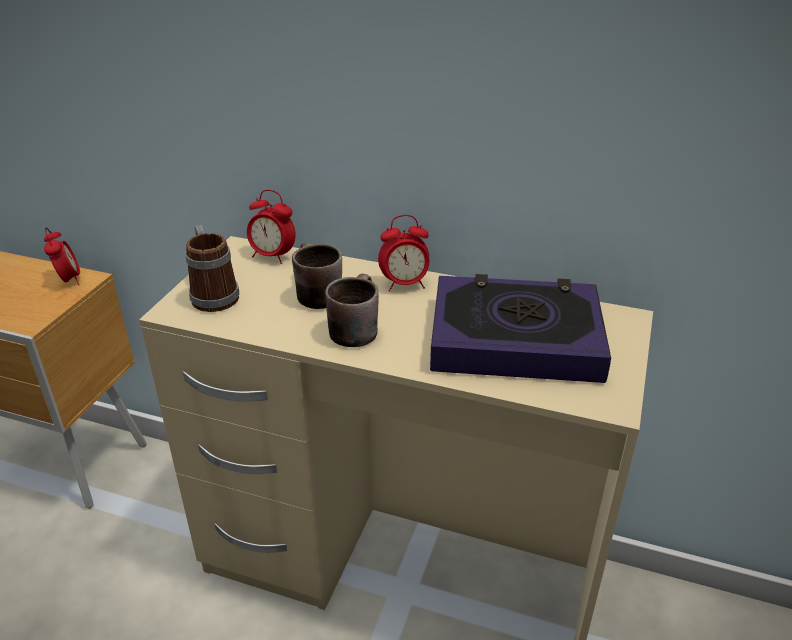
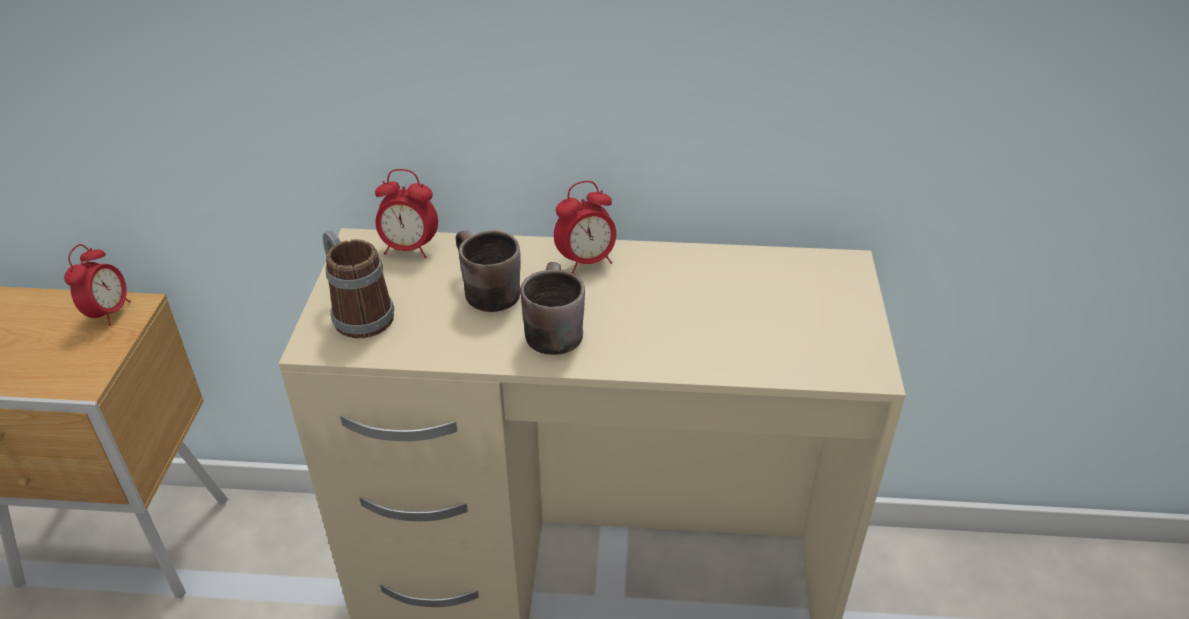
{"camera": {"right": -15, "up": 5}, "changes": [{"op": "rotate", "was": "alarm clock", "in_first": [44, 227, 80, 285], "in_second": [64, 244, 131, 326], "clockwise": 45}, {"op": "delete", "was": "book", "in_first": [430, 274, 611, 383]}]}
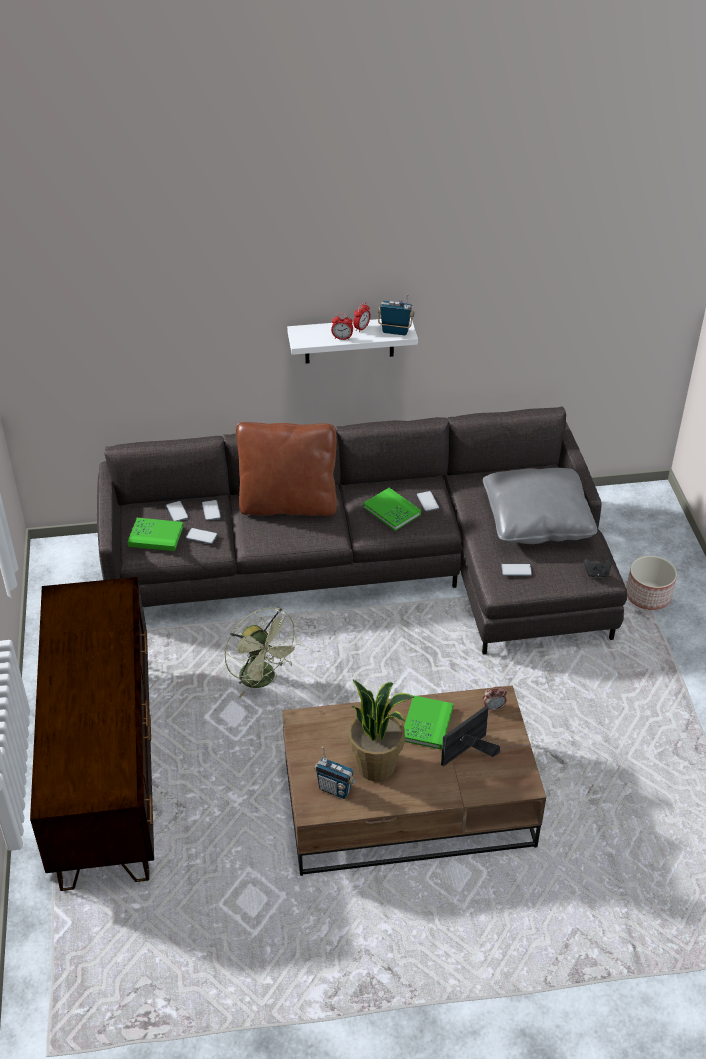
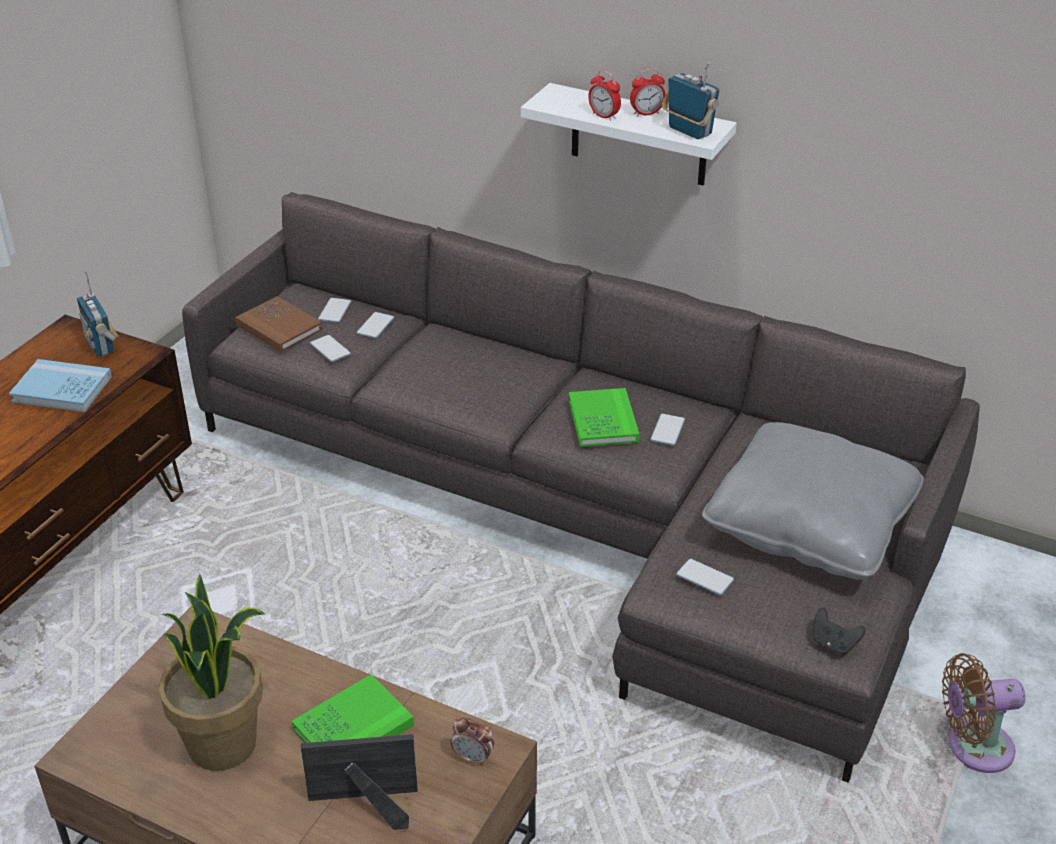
{"camera": {"right": 35, "up": -5}, "changes": [{"op": "insert", "now": "blue book", "in_second": [9, 359, 112, 412]}, {"op": "move", "was": "radio", "in_first": [314, 747, 356, 799], "in_second": [77, 272, 118, 357]}, {"op": "recolor", "was": "green book", "now": "brown book", "in_first": [128, 518, 184, 551], "in_second": [235, 296, 323, 352]}, {"op": "replace", "was": "planter", "now": "brown fan", "in_first": [626, 555, 677, 610], "in_second": [942, 653, 1026, 773]}, {"op": "delete", "was": "green fan", "in_first": [224, 607, 302, 698]}, {"op": "delete", "was": "brown pillow", "in_first": [236, 422, 337, 516]}]}
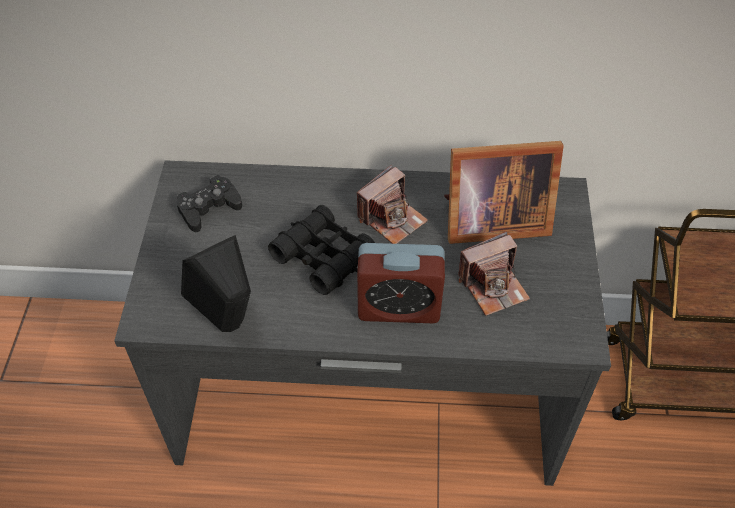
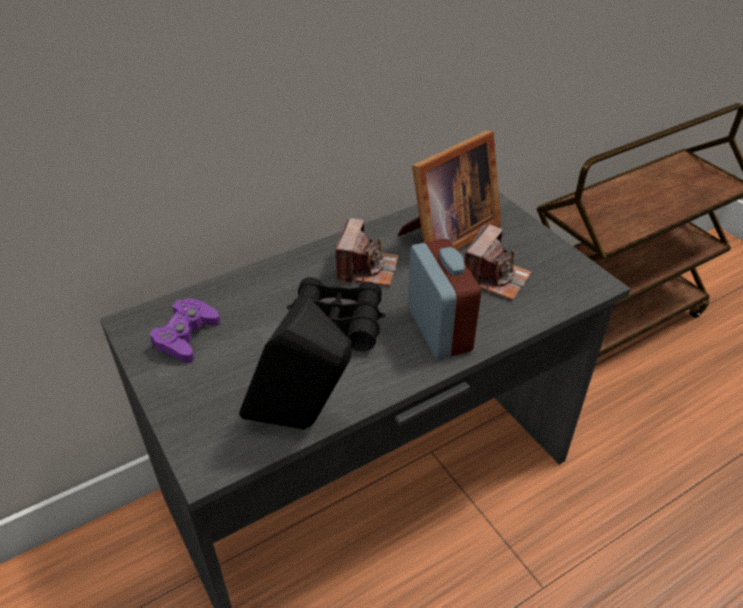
{"camera": {"right": -35, "up": -10}, "changes": [{"op": "recolor", "was": "black game controller", "now": "purple game controller", "in_first": [176, 175, 242, 232], "in_second": [150, 299, 220, 363]}, {"op": "rotate", "was": "alarm clock", "in_first": [357, 243, 445, 323], "in_second": [408, 239, 481, 359], "clockwise": -75}]}
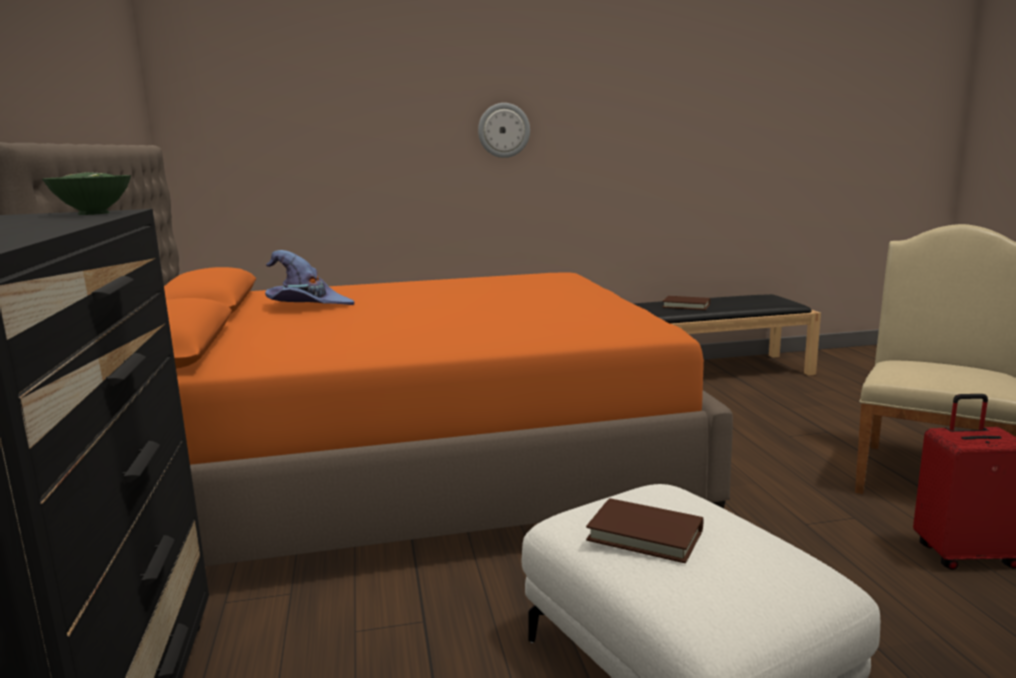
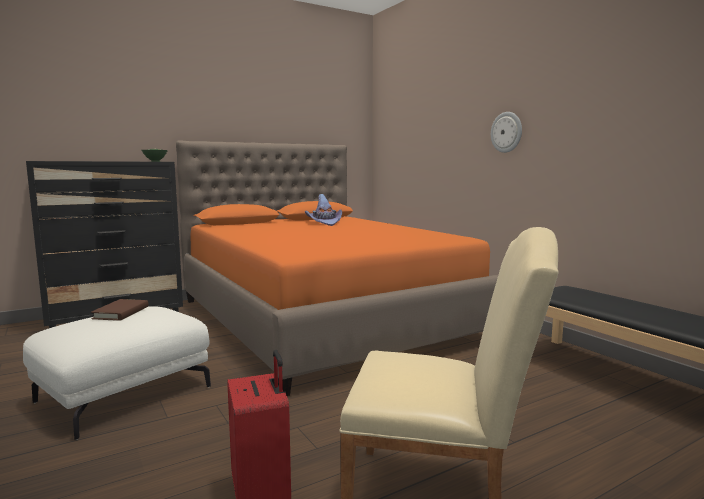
{"camera": {"right": 70, "up": -5}, "changes": [{"op": "delete", "was": "brown book", "in_first": [662, 296, 710, 310]}]}
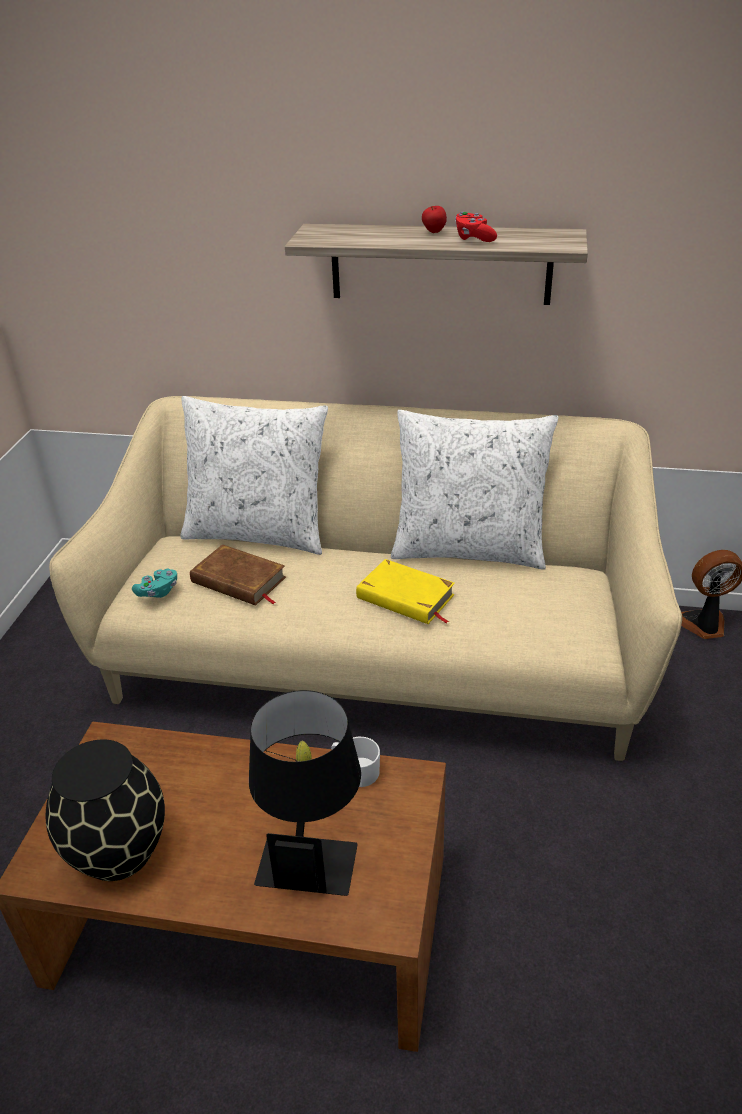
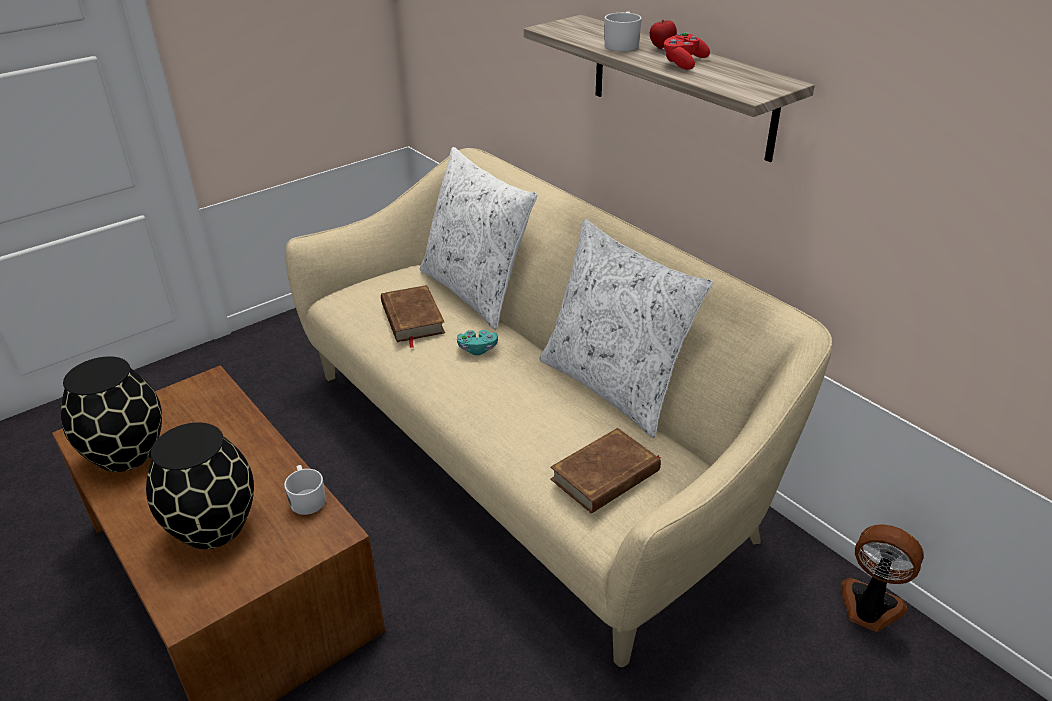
{"camera": {"right": 40, "up": 0}, "changes": [{"op": "replace", "was": "black table lamp", "now": "black vase", "in_first": [249, 690, 361, 896], "in_second": [146, 423, 254, 549]}, {"op": "move", "was": "turquoise game controller", "in_first": [132, 569, 177, 598], "in_second": [457, 330, 498, 355]}, {"op": "insert", "now": "brown book", "in_second": [551, 428, 662, 514]}, {"op": "insert", "now": "white mug", "in_second": [604, 11, 642, 51]}, {"op": "delete", "was": "yellow book", "in_first": [356, 559, 455, 624]}]}
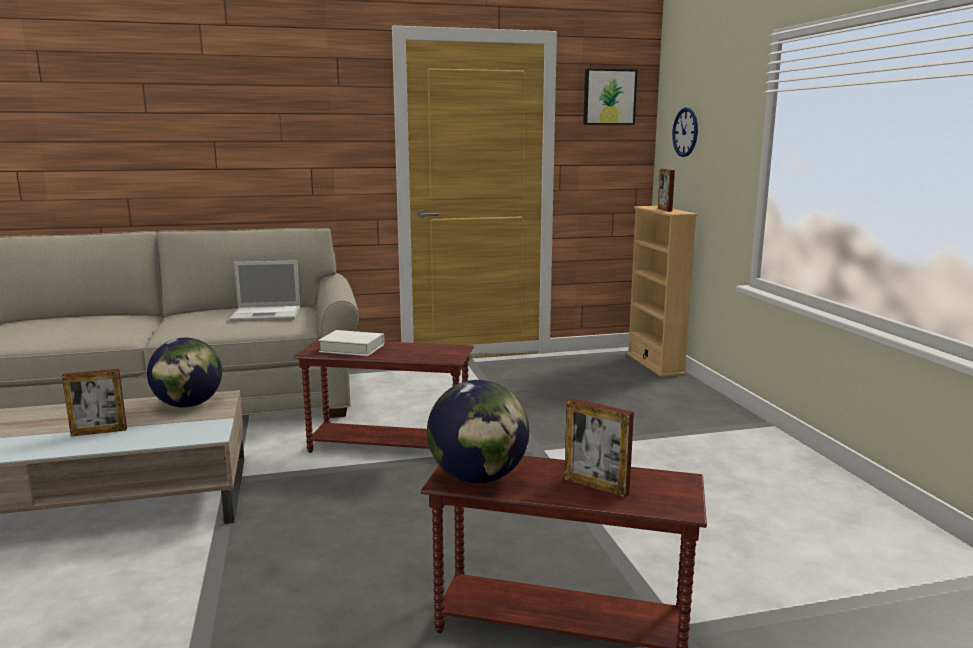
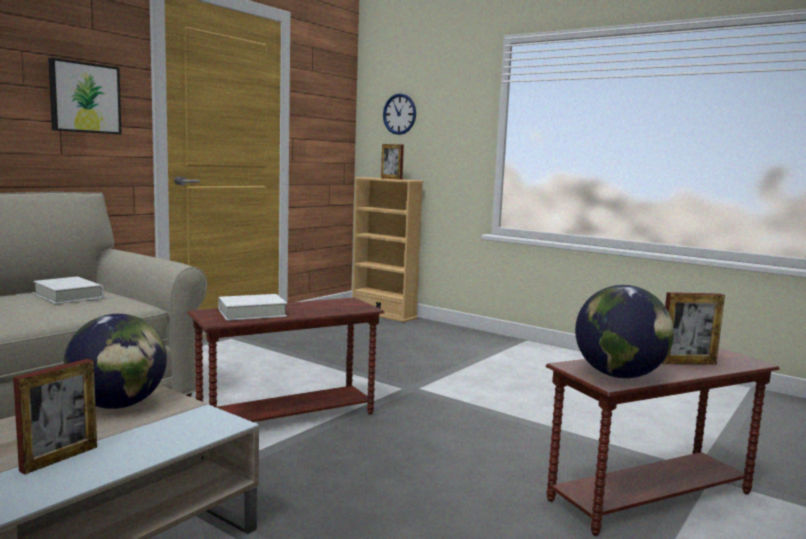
{"camera": {"right": -40, "up": -5}, "changes": [{"op": "replace", "was": "laptop", "now": "white book", "in_first": [229, 260, 300, 321], "in_second": [33, 277, 104, 304]}, {"op": "move", "was": "picture", "in_first": [583, 68, 637, 125], "in_second": [48, 58, 122, 134]}]}
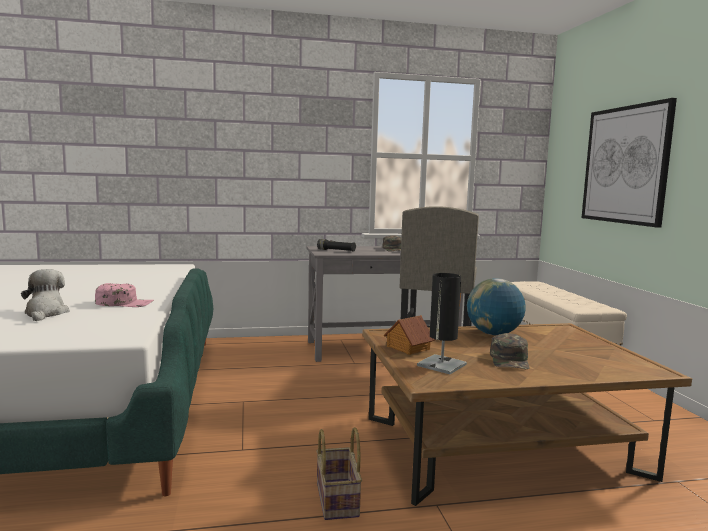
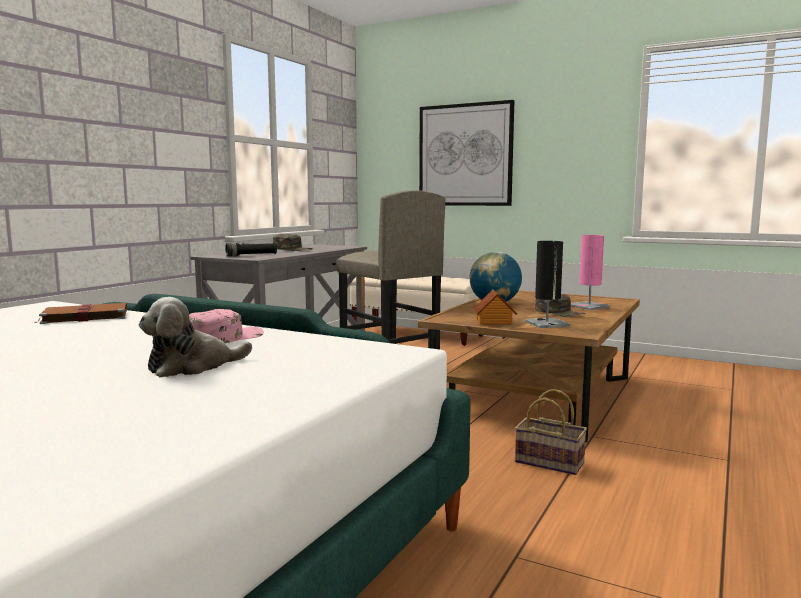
{"camera": {"right": -50, "up": 0}, "changes": [{"op": "insert", "now": "brown book", "in_second": [34, 303, 127, 324]}, {"op": "rotate", "was": "plush toy", "in_first": [21, 269, 69, 321], "in_second": [139, 297, 252, 378], "clockwise": -60}, {"op": "insert", "now": "pink table lamp", "in_second": [571, 235, 610, 310]}]}
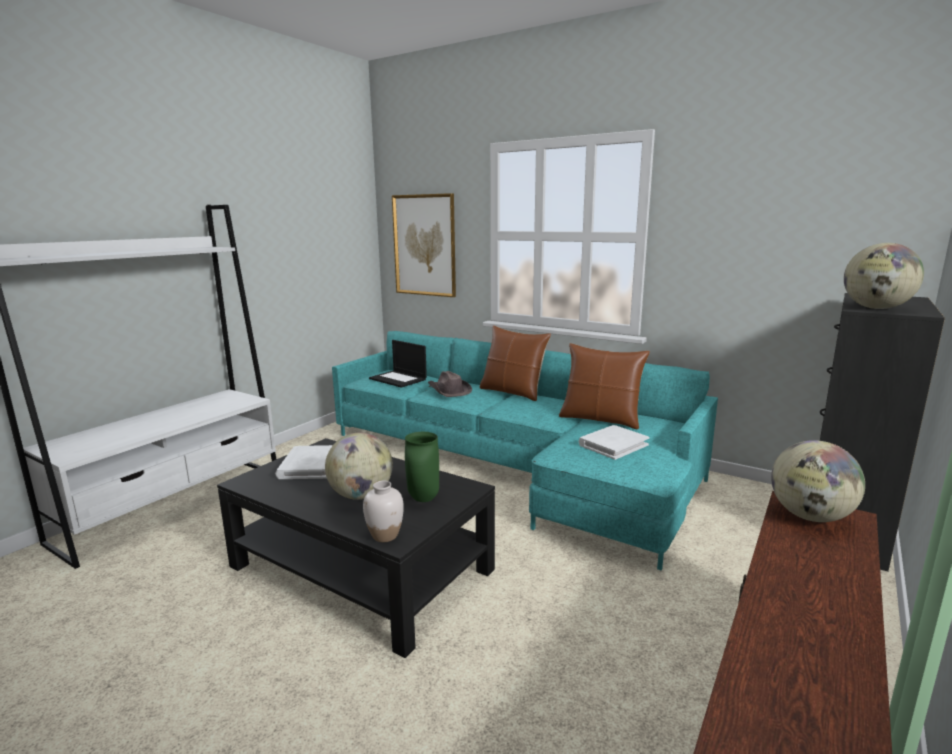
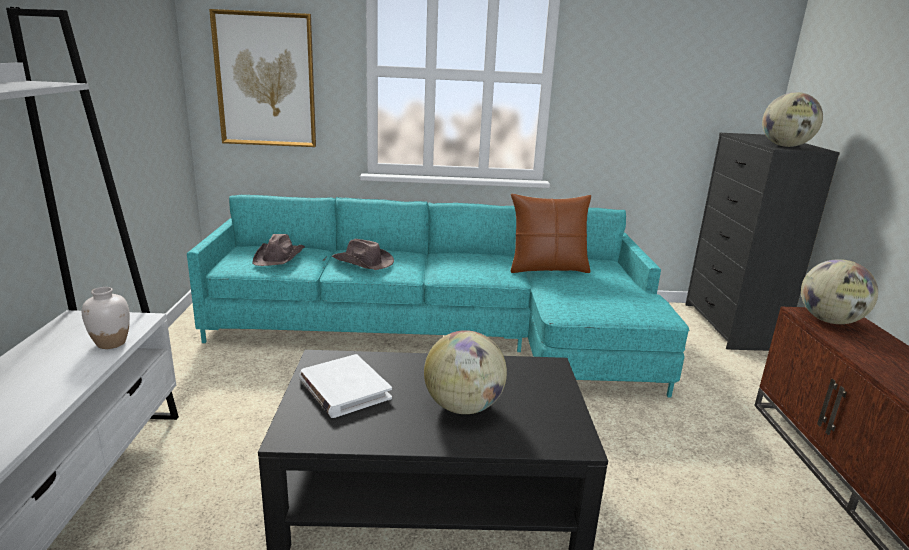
{"camera": {"right": -35, "up": 5}, "changes": [{"op": "move", "was": "white vase", "in_first": [363, 481, 404, 542], "in_second": [82, 287, 130, 349]}, {"op": "replace", "was": "laptop", "now": "brown hat", "in_first": [369, 340, 427, 388], "in_second": [252, 234, 305, 266]}, {"op": "delete", "was": "green vase", "in_first": [405, 432, 439, 502]}, {"op": "delete", "was": "brown pillow", "in_first": [480, 325, 551, 401]}, {"op": "delete", "was": "white book", "in_first": [579, 425, 649, 460]}]}
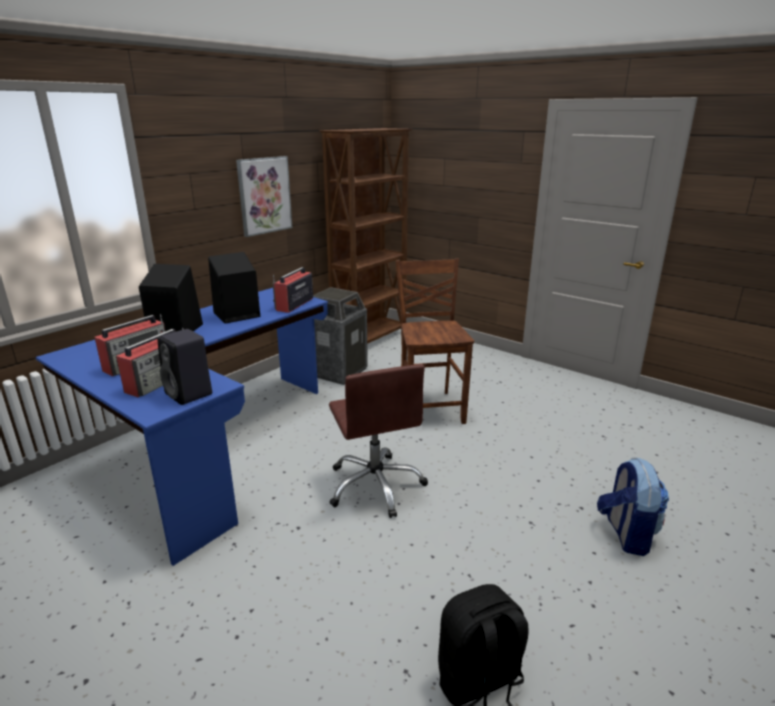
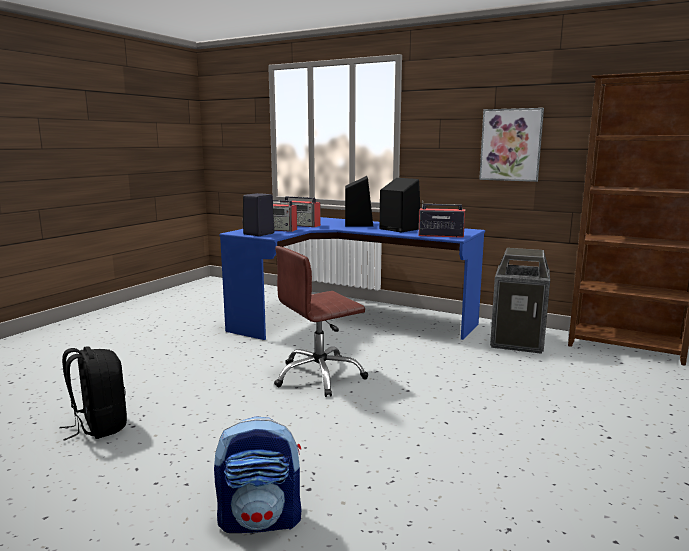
{"camera": {"right": 80, "up": -10}, "changes": [{"op": "delete", "was": "brown chair", "in_first": [396, 258, 474, 424]}]}
